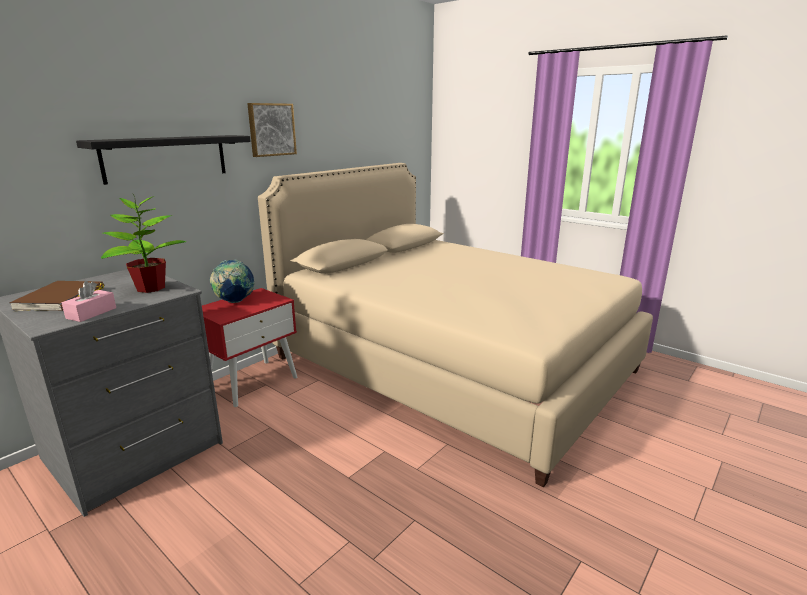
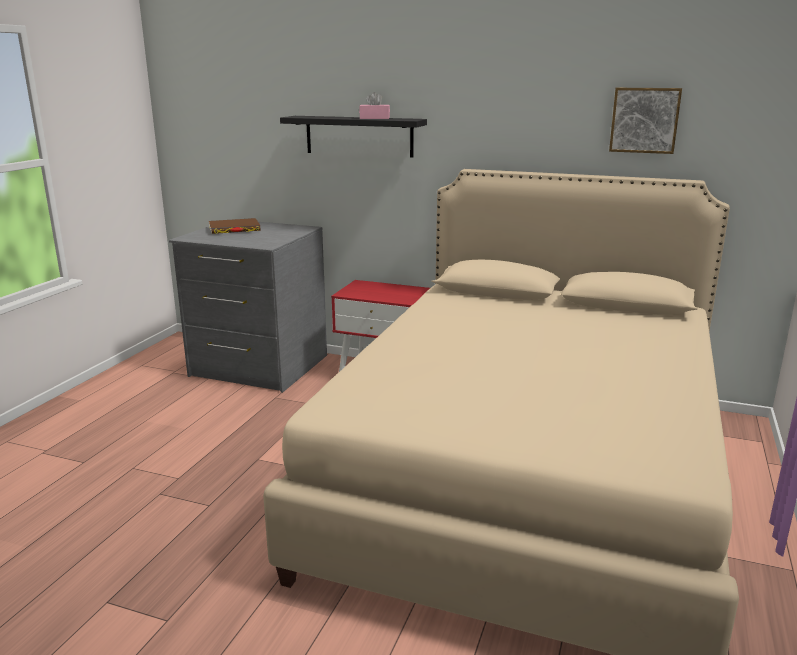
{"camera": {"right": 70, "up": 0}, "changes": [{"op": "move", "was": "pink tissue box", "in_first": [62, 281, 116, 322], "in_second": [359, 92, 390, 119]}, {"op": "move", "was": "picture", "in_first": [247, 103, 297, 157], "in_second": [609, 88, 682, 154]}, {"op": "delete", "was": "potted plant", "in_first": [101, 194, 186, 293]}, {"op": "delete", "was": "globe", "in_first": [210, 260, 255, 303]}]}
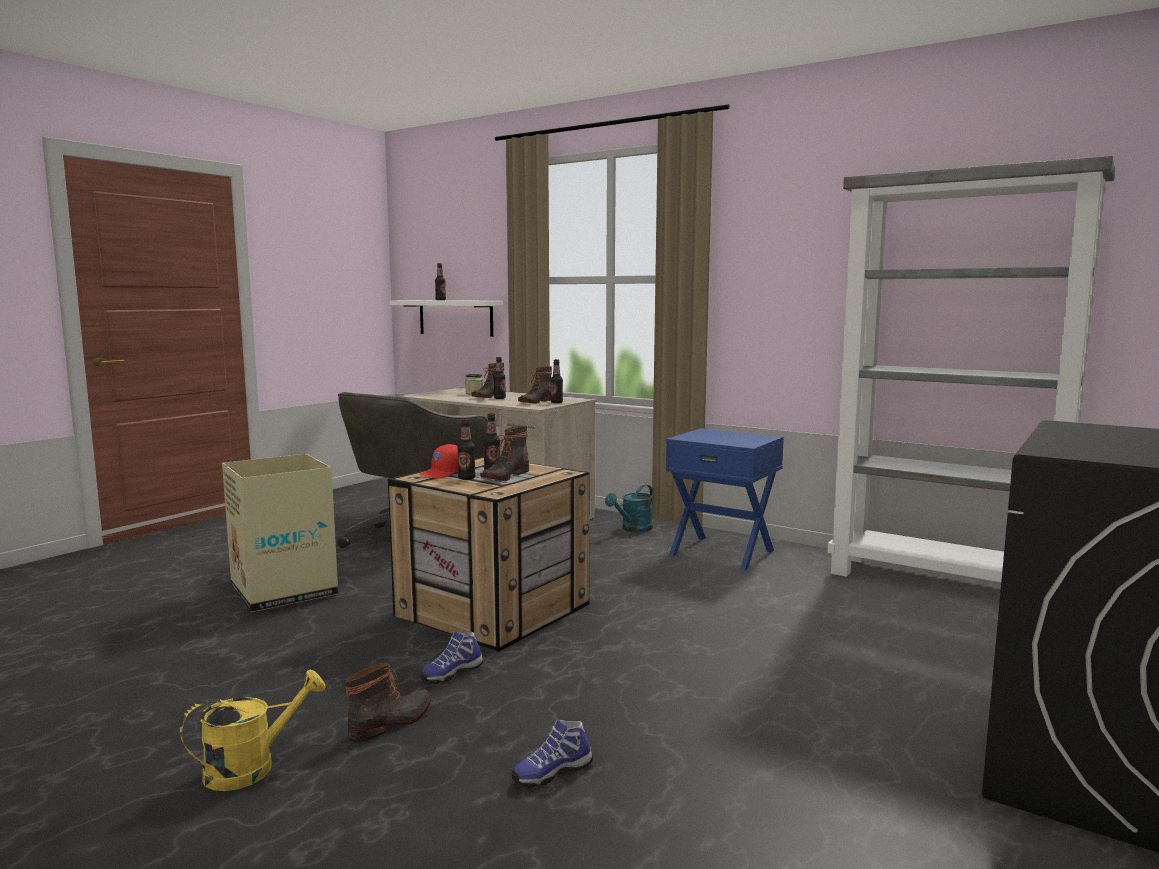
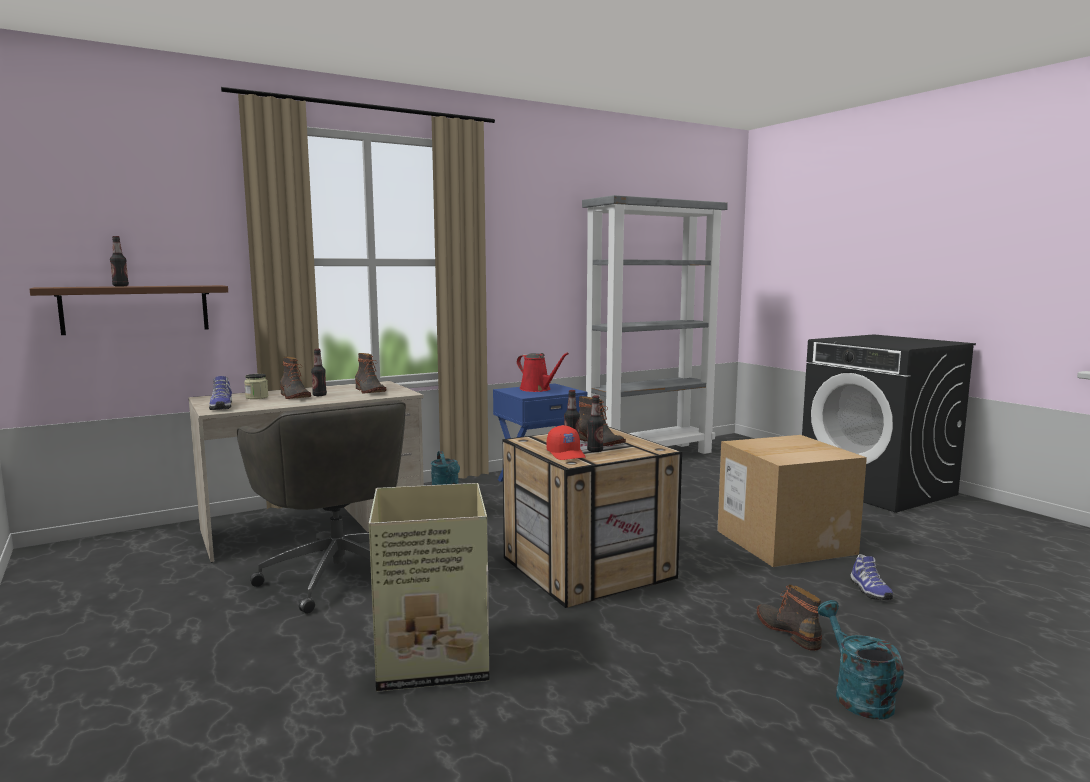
{"camera": {"right": -65, "up": 0}, "changes": [{"op": "recolor", "was": "white shelf", "now": "brown shelf", "in_first": [390, 300, 503, 337], "in_second": [29, 285, 228, 335]}, {"op": "move", "was": "shoe", "in_first": [420, 631, 483, 684], "in_second": [209, 376, 232, 410]}, {"op": "insert", "now": "red watering can", "in_second": [517, 353, 569, 392]}, {"op": "insert", "now": "cardboard box", "in_second": [717, 435, 867, 567]}, {"op": "recolor", "was": "yellow watering can", "now": "turquoise watering can", "in_first": [180, 670, 326, 791], "in_second": [817, 600, 904, 720]}, {"op": "delete", "was": "bottle", "in_first": [550, 359, 563, 403]}]}
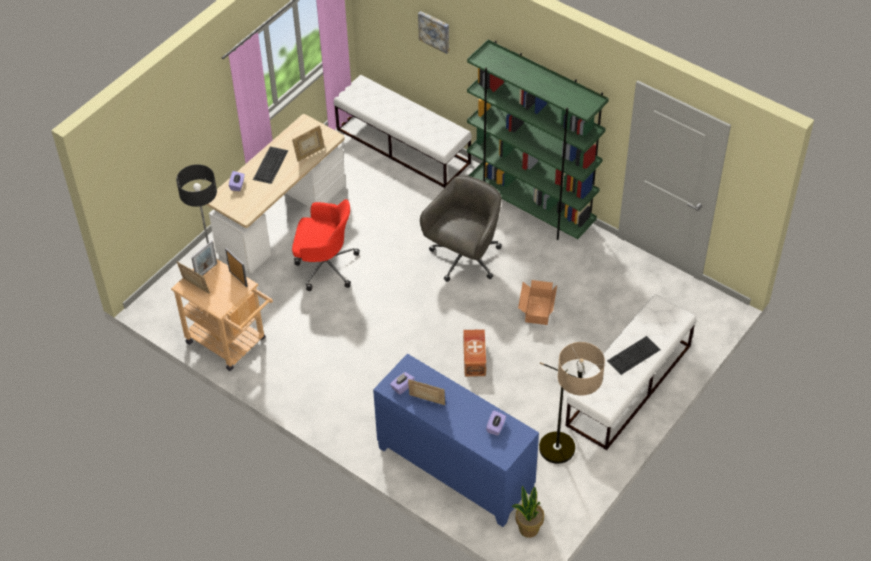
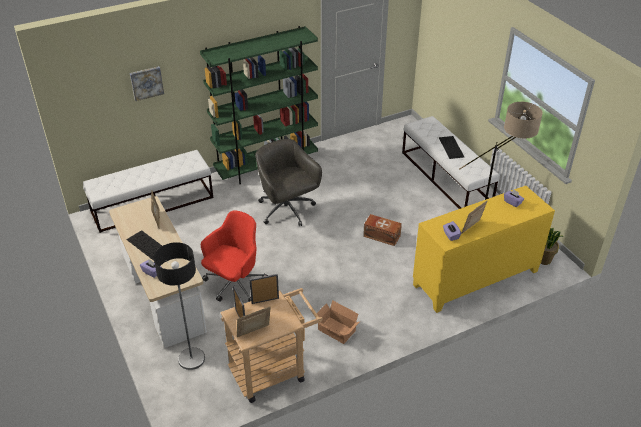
{"camera": {"right": -65, "up": -10}, "changes": [{"op": "move", "was": "cardboard box", "in_first": [518, 280, 557, 325], "in_second": [316, 300, 359, 344]}, {"op": "recolor", "was": "blue cabinet", "now": "yellow cabinet", "in_first": [373, 353, 539, 527], "in_second": [413, 186, 555, 313]}]}
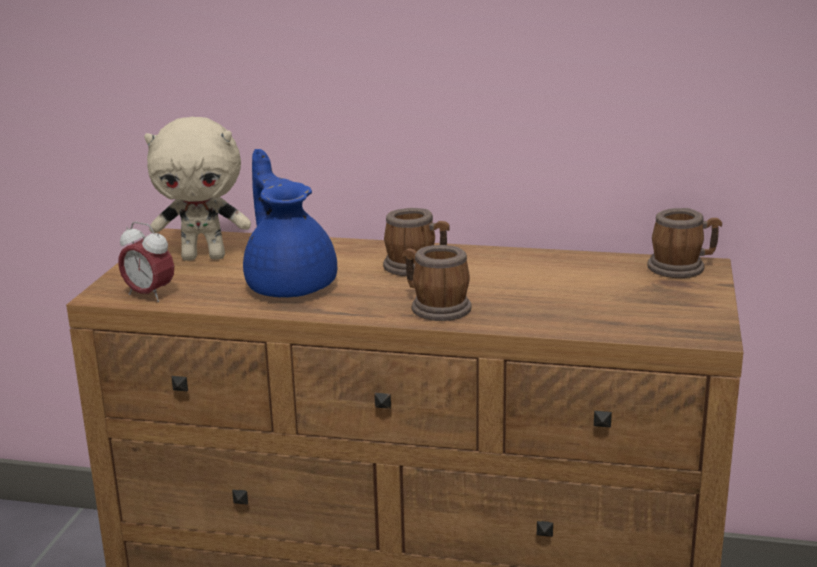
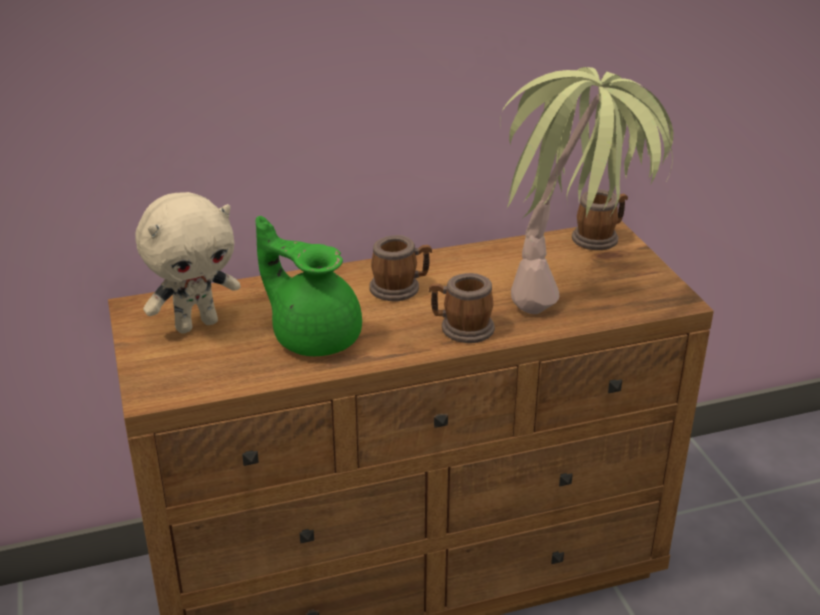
{"camera": {"right": -30, "up": 10}, "changes": [{"op": "recolor", "was": "blue teapot", "now": "green teapot", "in_first": [243, 149, 337, 298], "in_second": [256, 216, 362, 356]}, {"op": "insert", "now": "potted plant", "in_second": [500, 67, 673, 314]}, {"op": "delete", "was": "alarm clock", "in_first": [118, 222, 174, 302]}]}
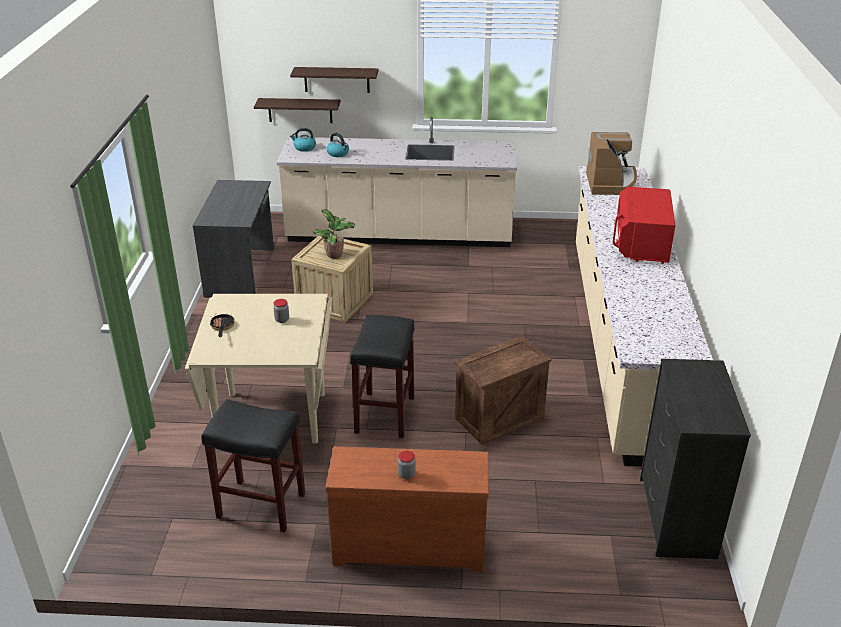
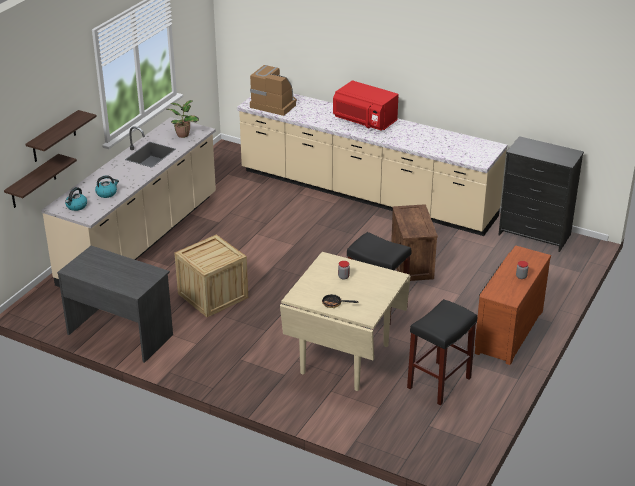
{"camera": {"right": -65, "up": 0}, "changes": [{"op": "move", "was": "potted plant", "in_first": [313, 209, 355, 258], "in_second": [166, 100, 199, 138]}]}
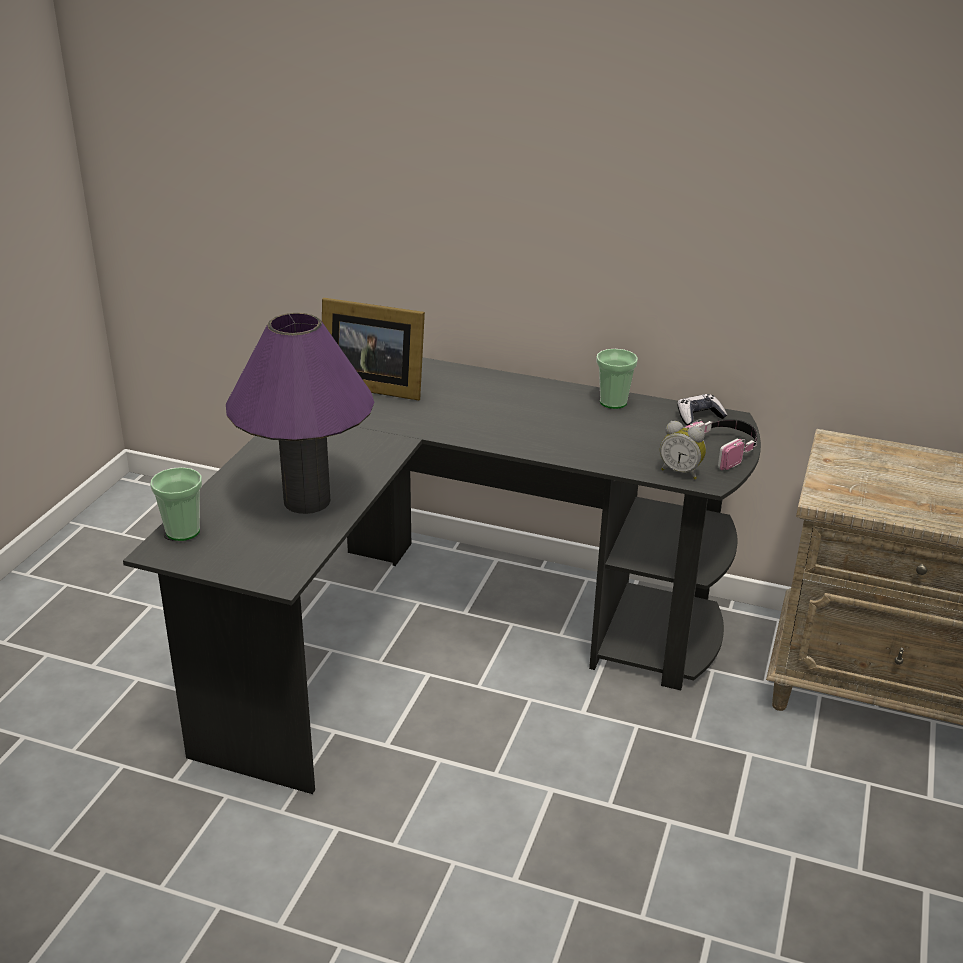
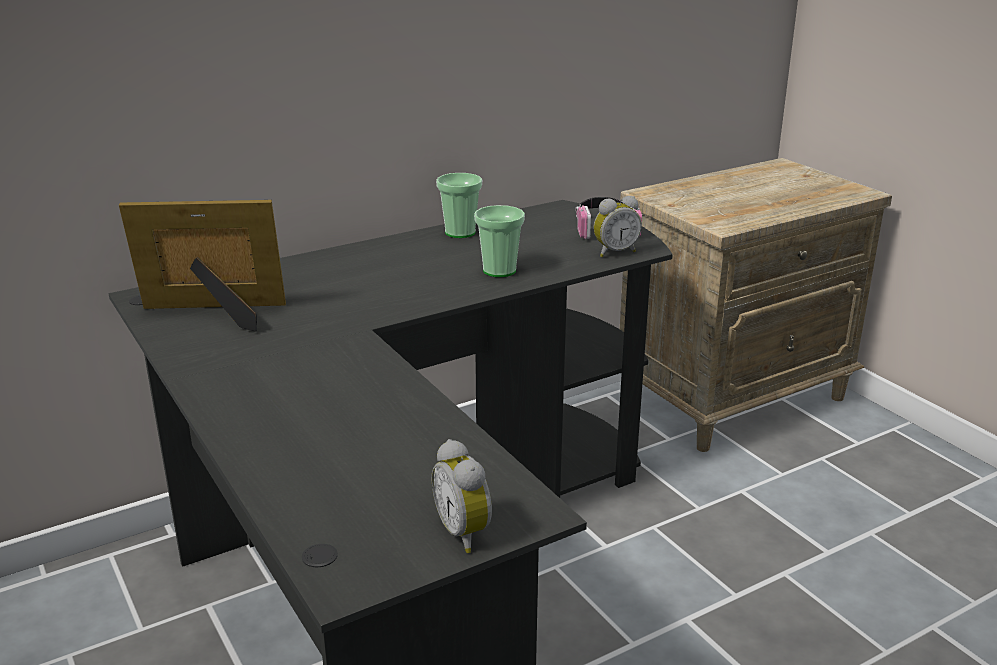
{"camera": {"right": -50, "up": -5}, "changes": [{"op": "rotate", "was": "picture frame", "in_first": [322, 298, 425, 400], "in_second": [119, 200, 286, 332], "clockwise": -150}, {"op": "insert", "now": "alarm clock", "in_second": [432, 439, 492, 553]}, {"op": "move", "was": "cup", "in_first": [150, 467, 202, 541], "in_second": [474, 205, 525, 277]}, {"op": "delete", "was": "purple table lamp", "in_first": [226, 313, 374, 514]}, {"op": "delete", "was": "game controller", "in_first": [677, 394, 727, 426]}]}
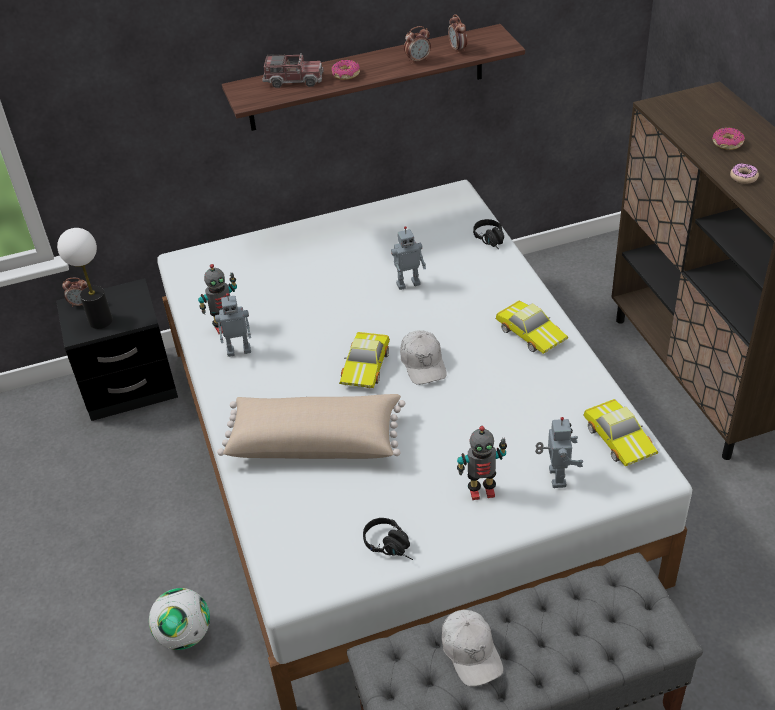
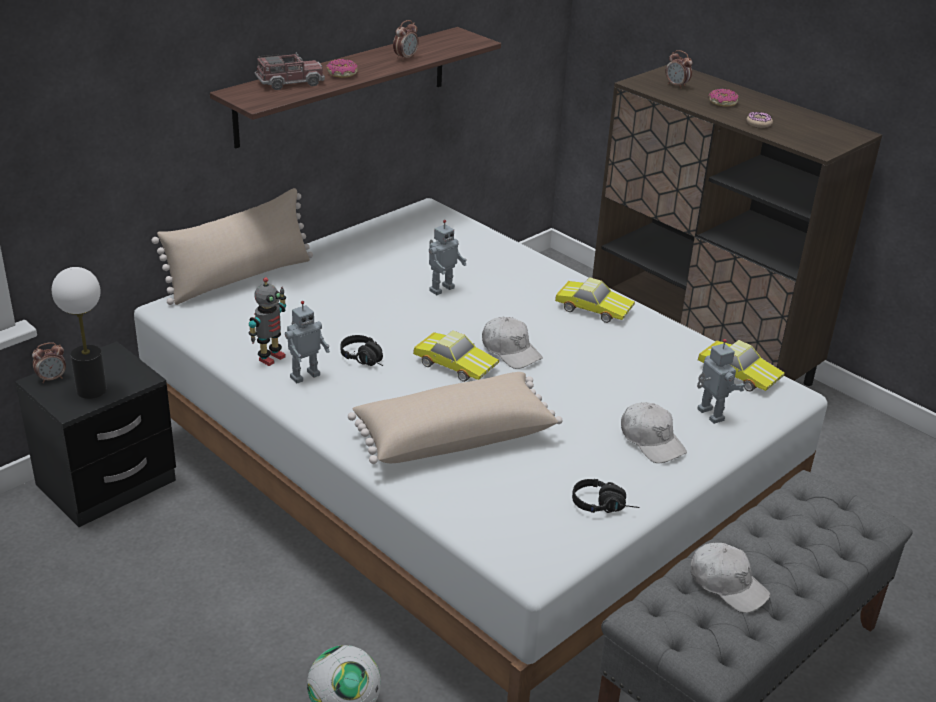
{"camera": {"right": -30, "up": -10}, "changes": [{"op": "insert", "now": "beige pillow", "in_second": [152, 188, 313, 305]}, {"op": "move", "was": "black headphones", "in_first": [473, 219, 504, 249], "in_second": [340, 335, 383, 366]}, {"op": "rotate", "was": "toy car", "in_first": [339, 332, 390, 388], "in_second": [413, 330, 499, 382], "clockwise": -45}, {"op": "replace", "was": "toy robot", "now": "white cap", "in_first": [457, 426, 507, 500], "in_second": [621, 402, 687, 463]}, {"op": "move", "was": "alarm clock", "in_first": [448, 14, 467, 53], "in_second": [666, 50, 692, 89]}]}
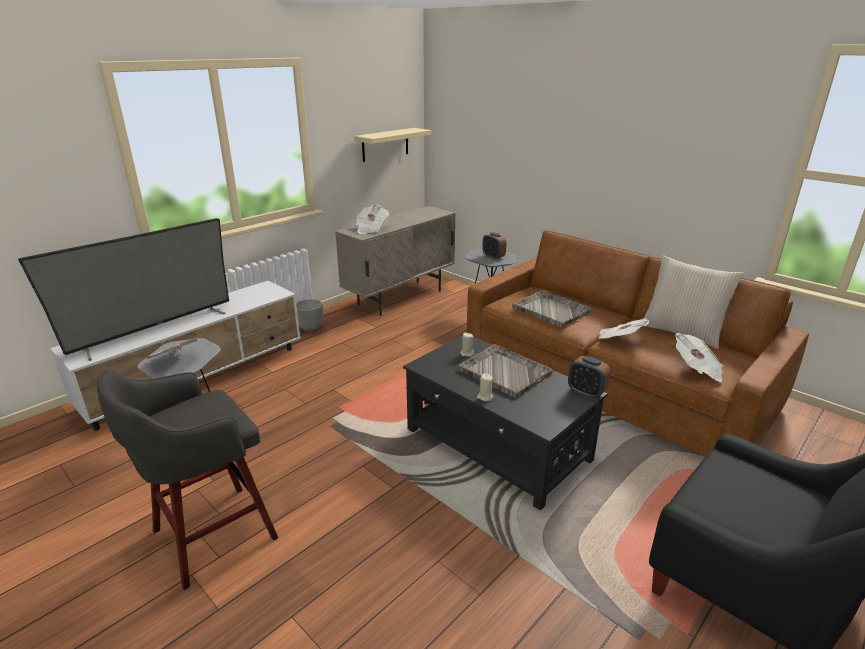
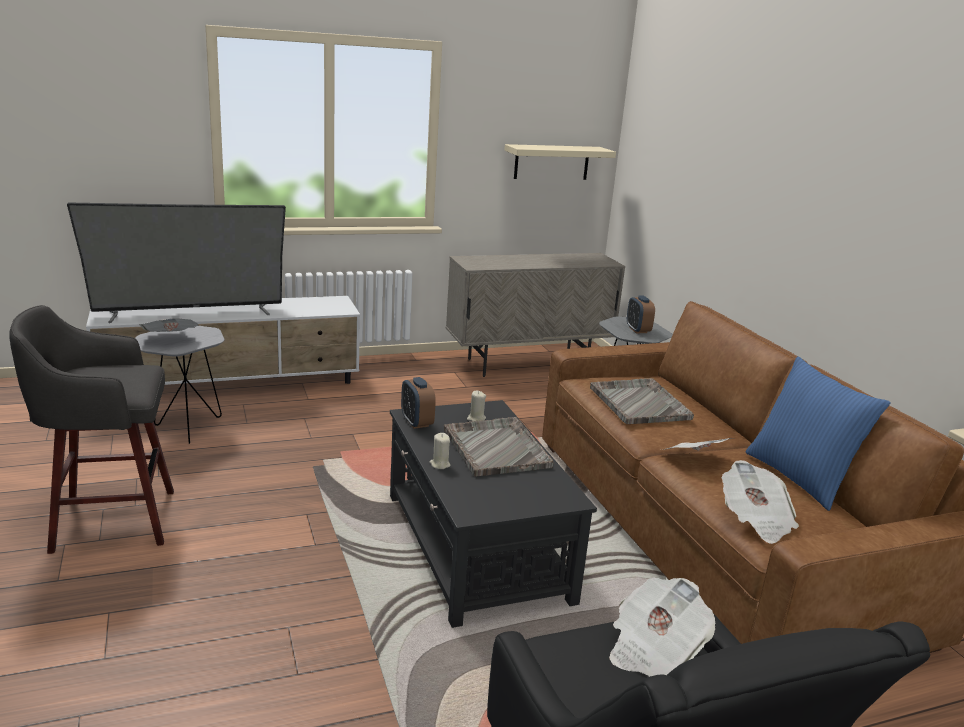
{"camera": {"right": 25, "up": -5}, "changes": [{"op": "move", "was": "alarm clock", "in_first": [568, 356, 611, 399], "in_second": [401, 377, 436, 429]}, {"op": "move", "was": "newspaper", "in_first": [356, 205, 389, 234], "in_second": [609, 577, 715, 677]}, {"op": "recolor", "was": "beige pillow", "now": "blue pillow", "in_first": [643, 255, 744, 349], "in_second": [745, 356, 890, 511]}, {"op": "delete", "was": "planter", "in_first": [296, 299, 323, 332]}]}
